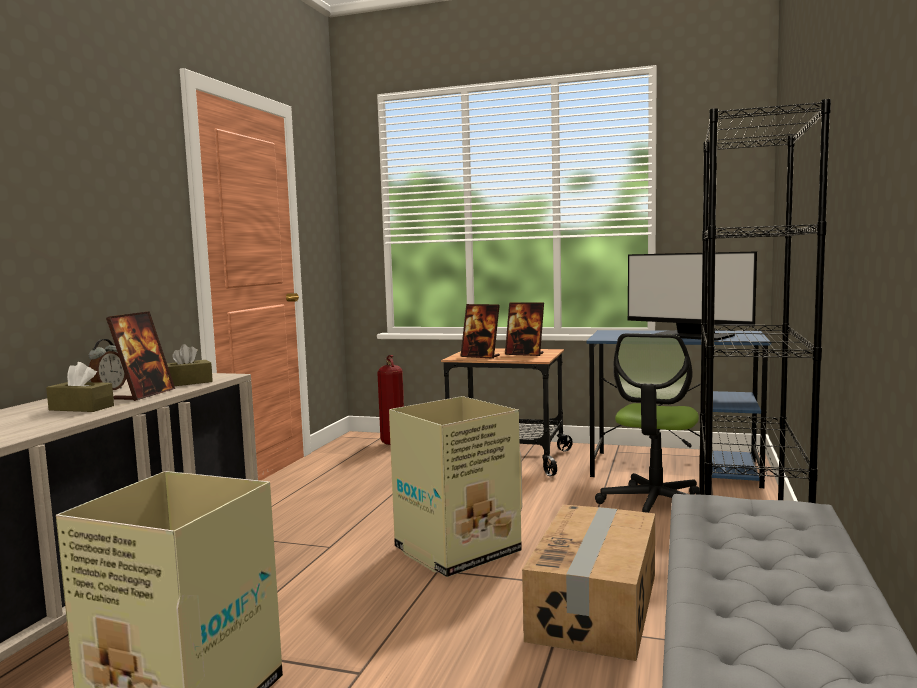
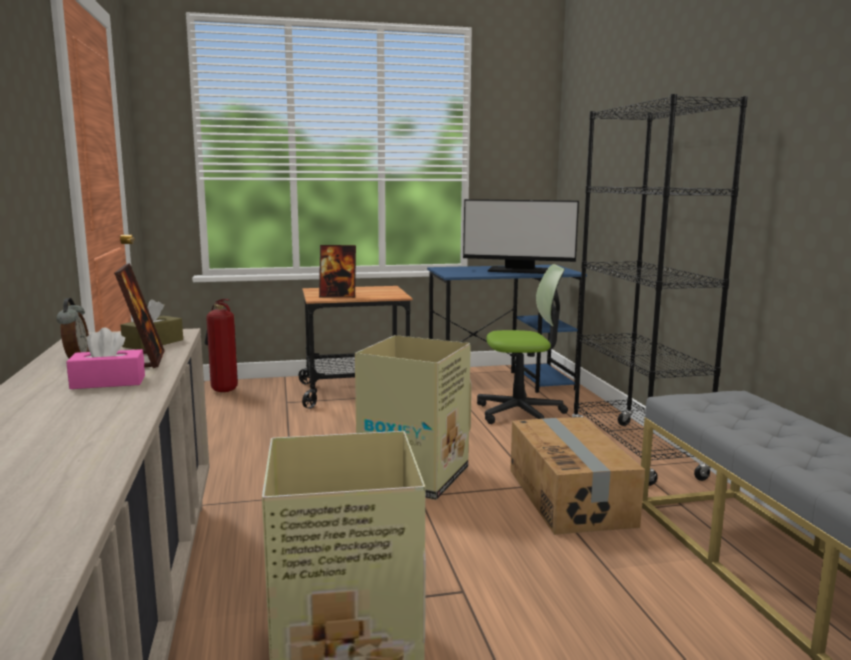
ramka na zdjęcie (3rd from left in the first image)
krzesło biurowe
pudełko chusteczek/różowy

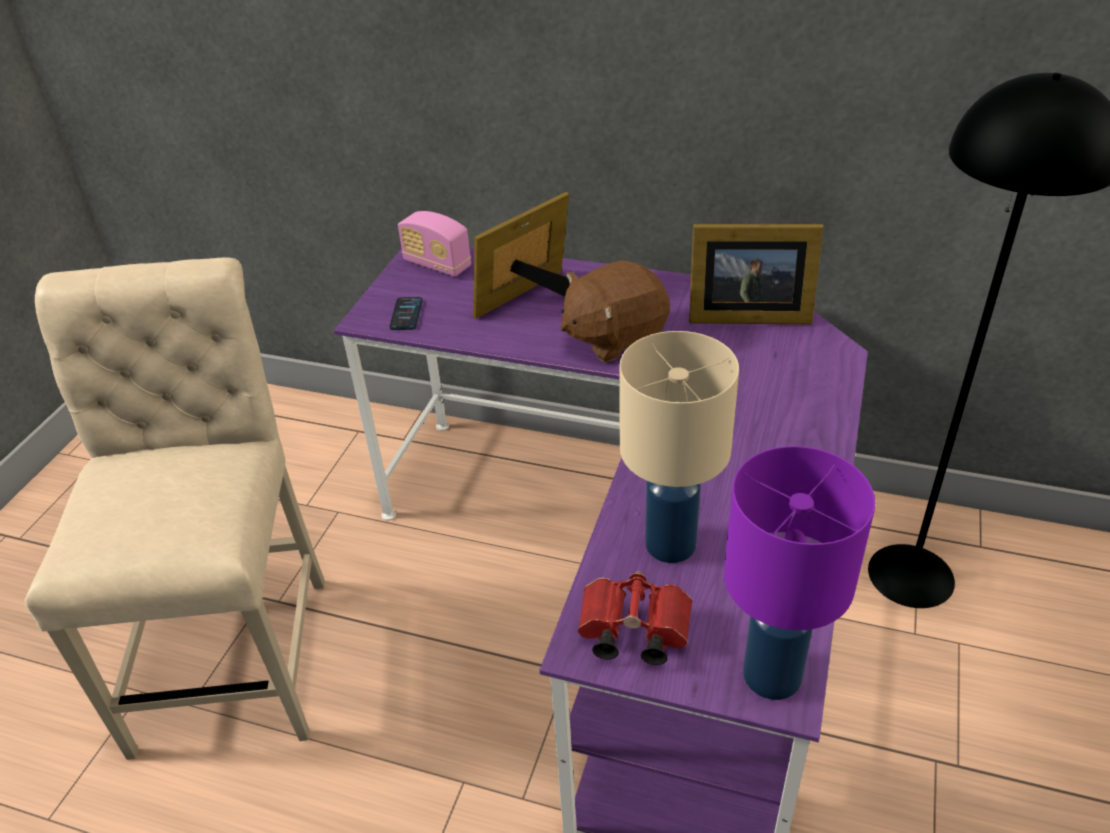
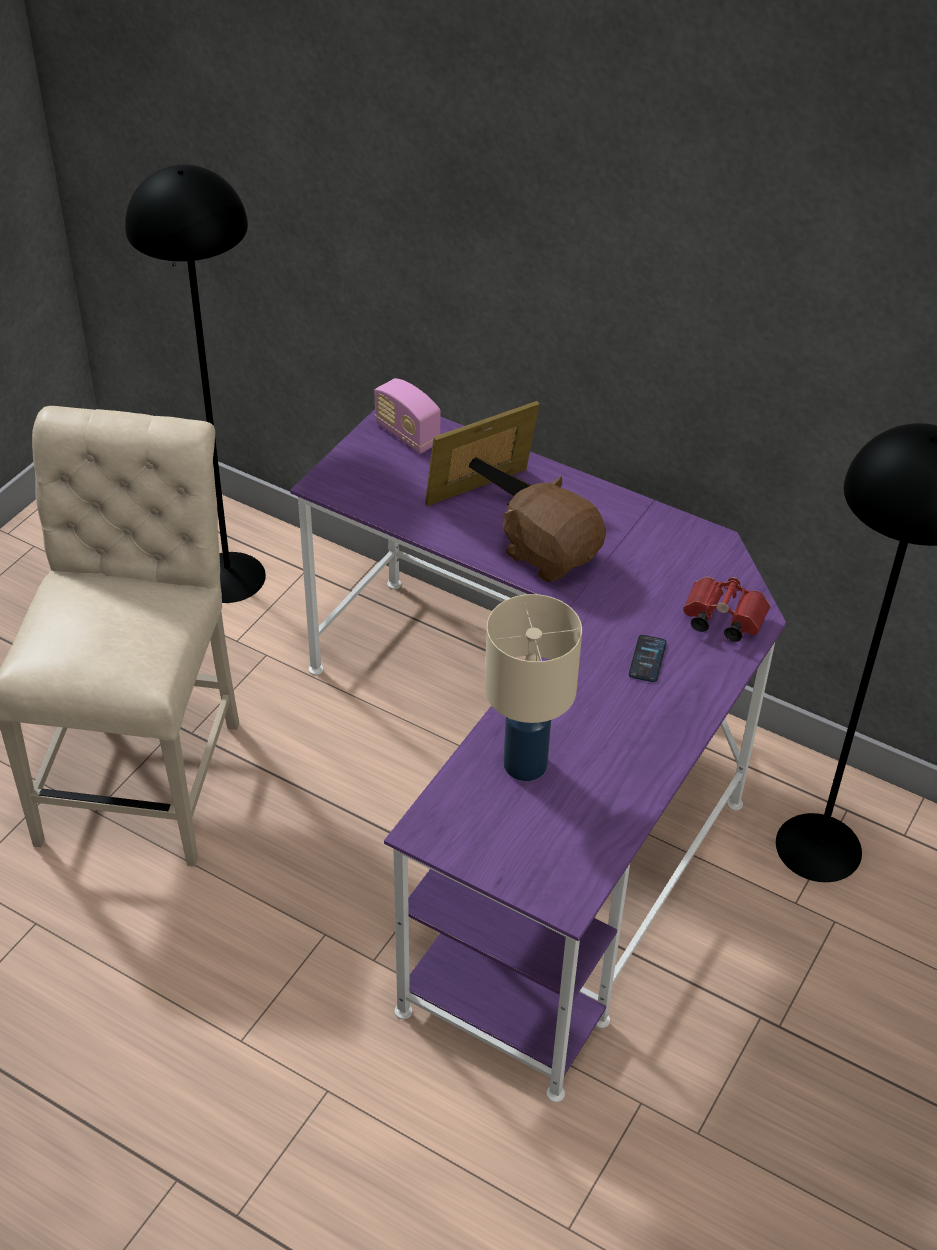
ramka na zdjęcie (2nd from left in the first image)
pluszak/brązowy
telefon
lampa stołowa/fioletowy
lornetka/czerwony
lampa stojąca/czarny (1st from left)

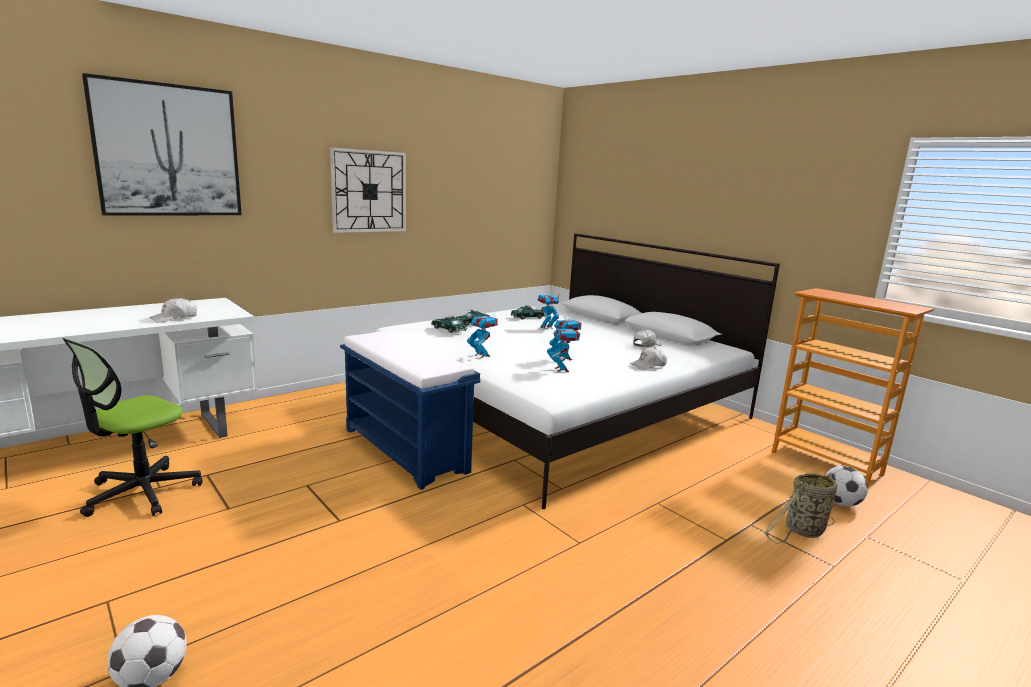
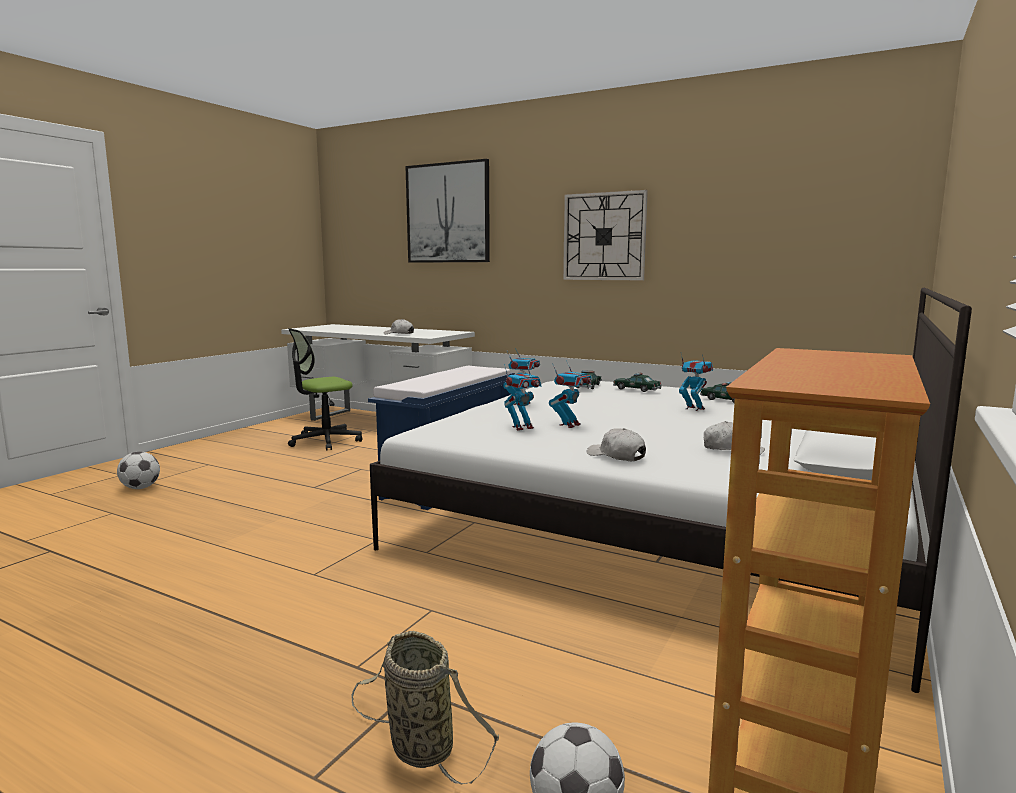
krzesło biurowe

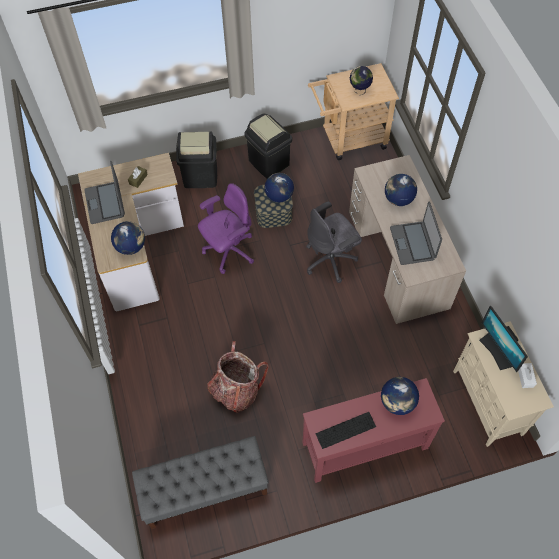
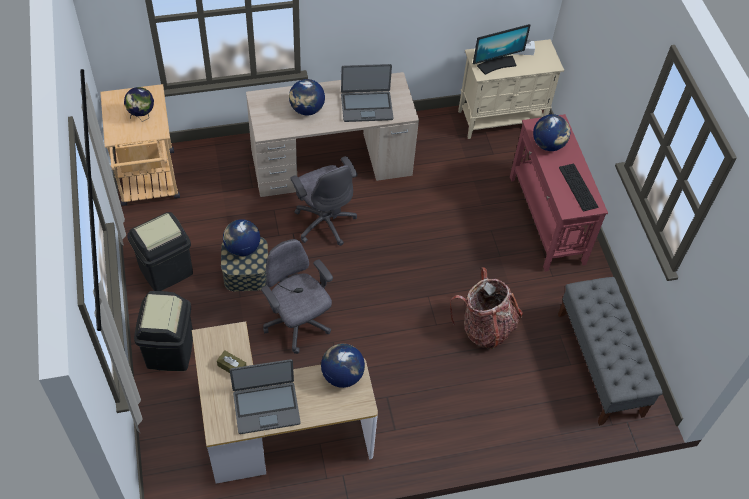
krzesło biurowe/szary (1st from left)

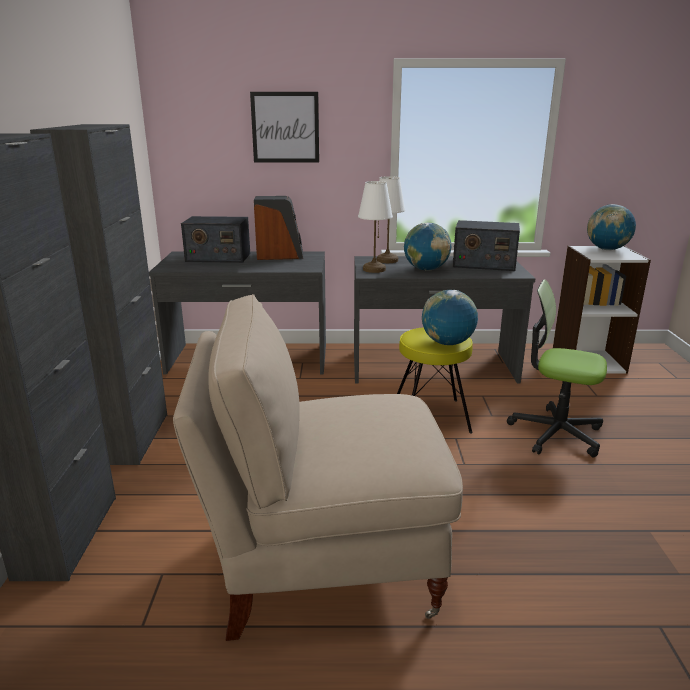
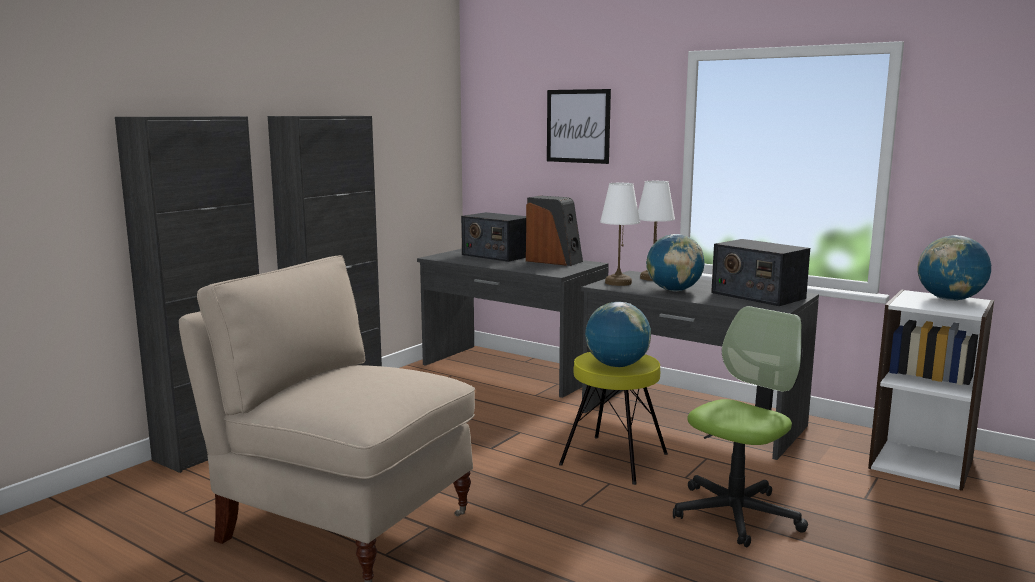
krzesło biurowe

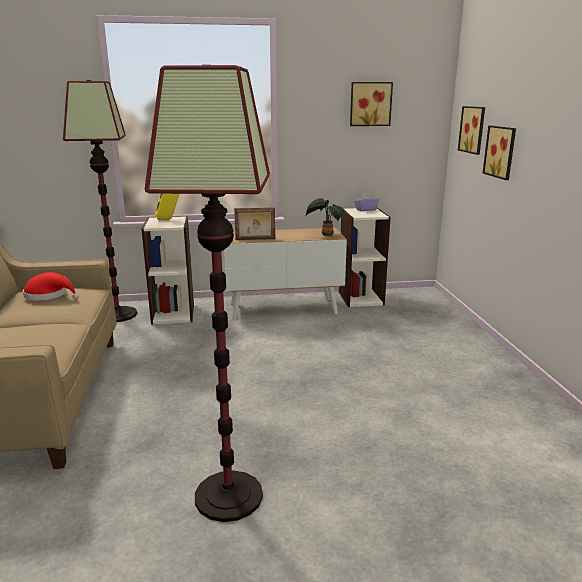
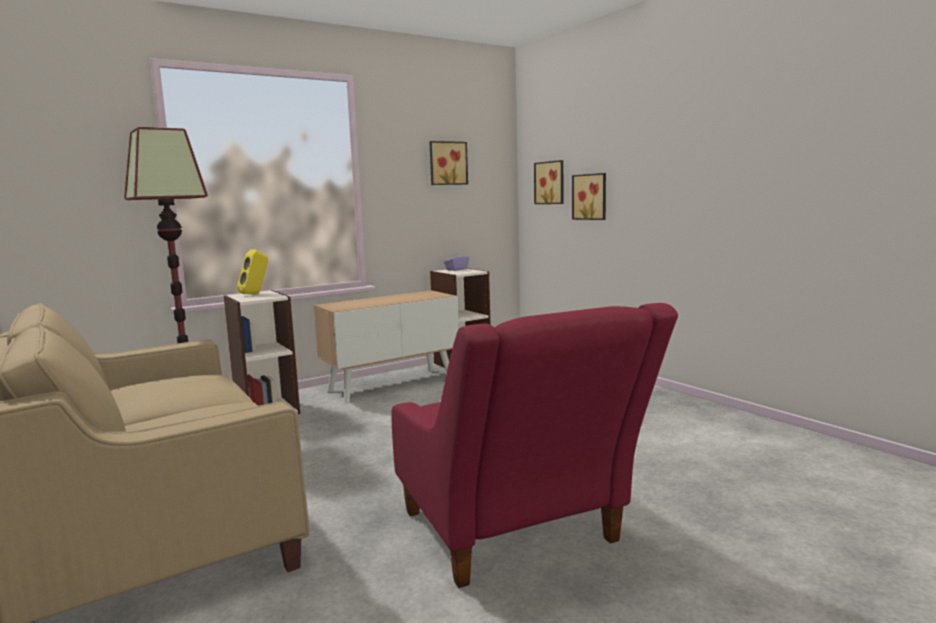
fotel/czerwony
roślina doniczkowa
ramka na zdjęcie
kapelusz/czerwony

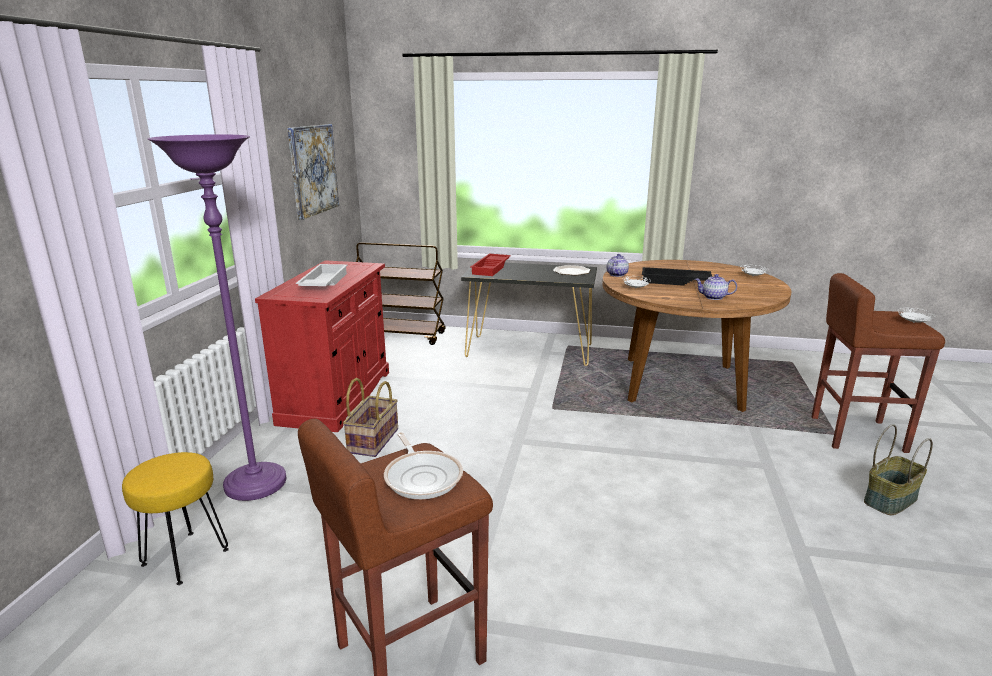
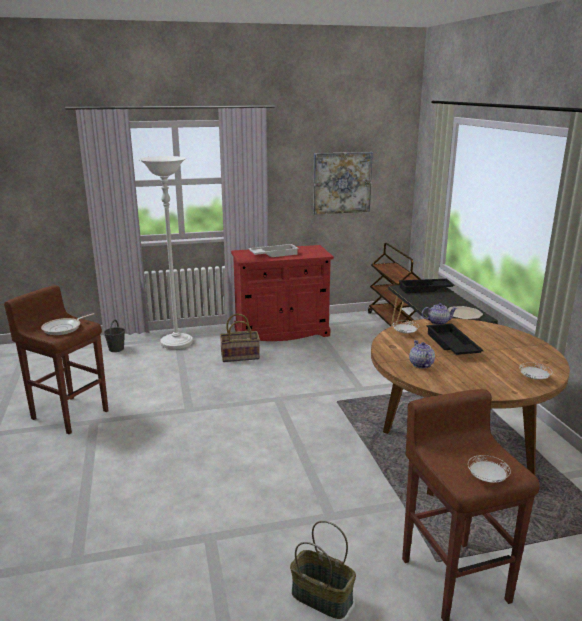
lampa stojąca/biały
taca/czarny (1st from left)
wiadro/szary

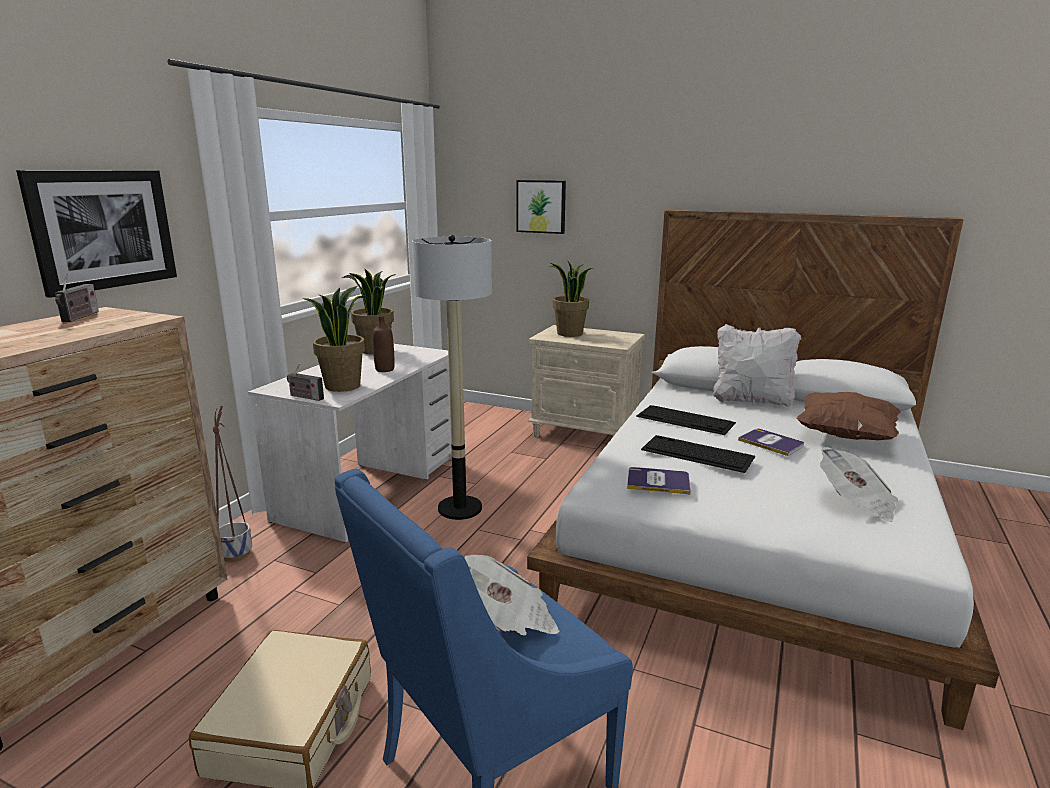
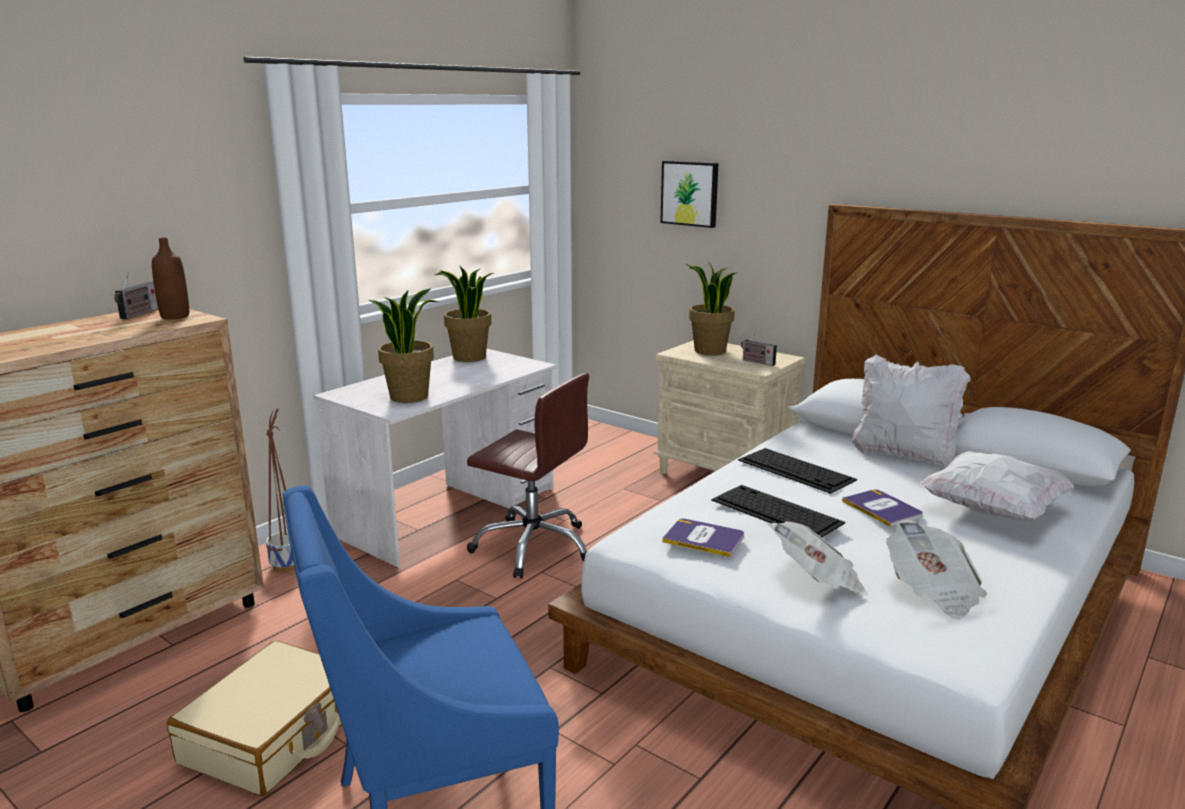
obraz (1st from left in the first image)
krzesło biurowe/brązowy
butelka/brązowy
radio (2nd from left)
poduszka/biały (2nd from left)
gazeta (1st from left)

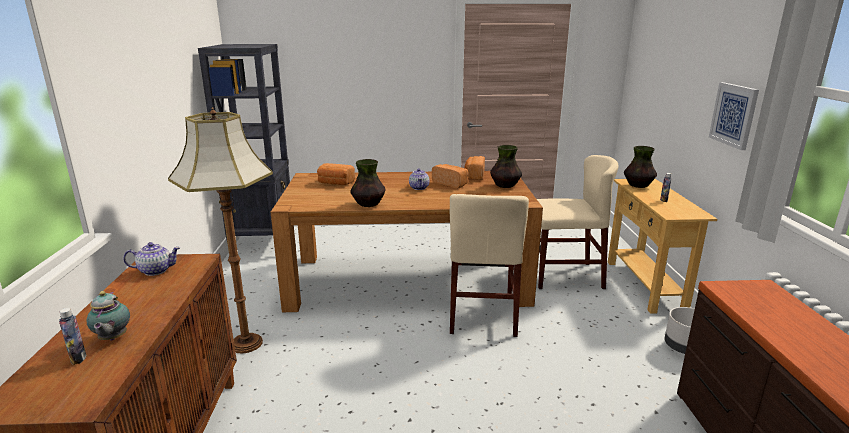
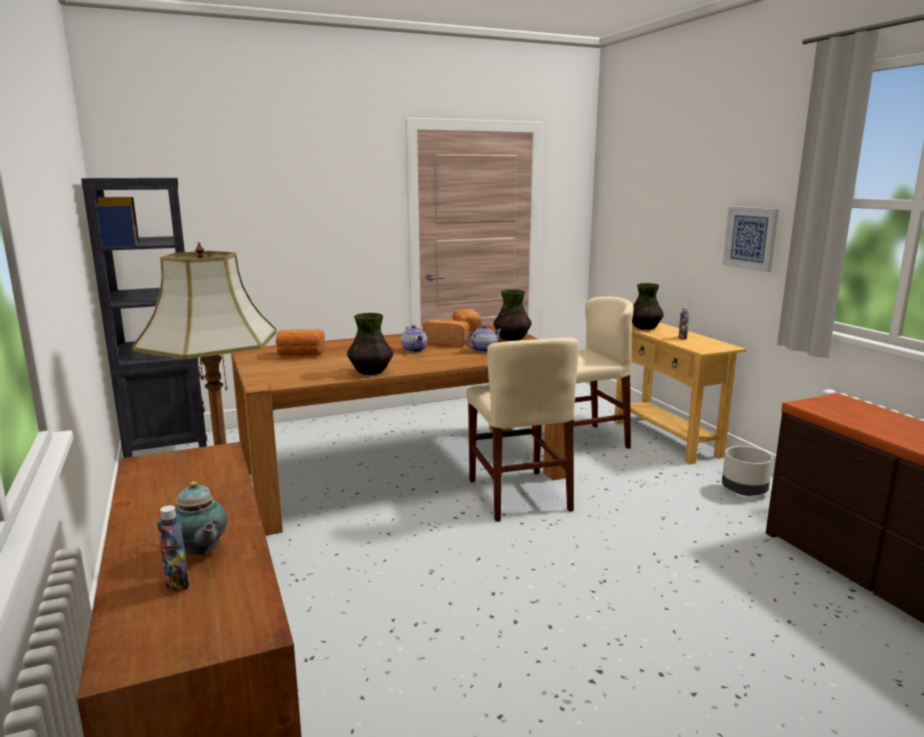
imbryk (3rd from left)

